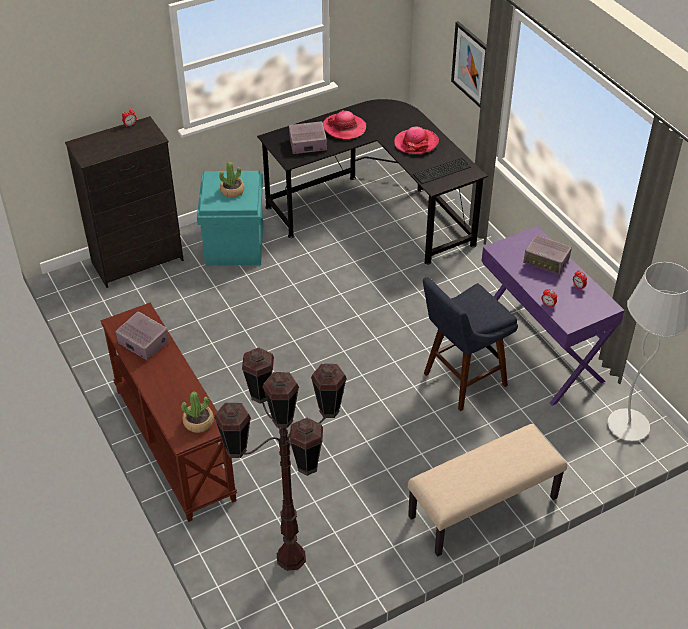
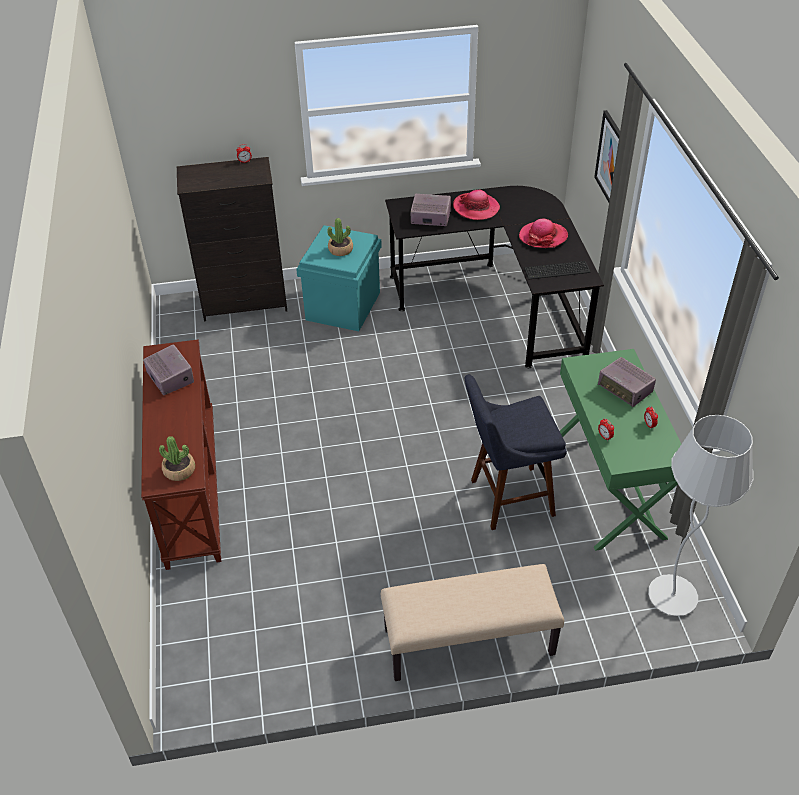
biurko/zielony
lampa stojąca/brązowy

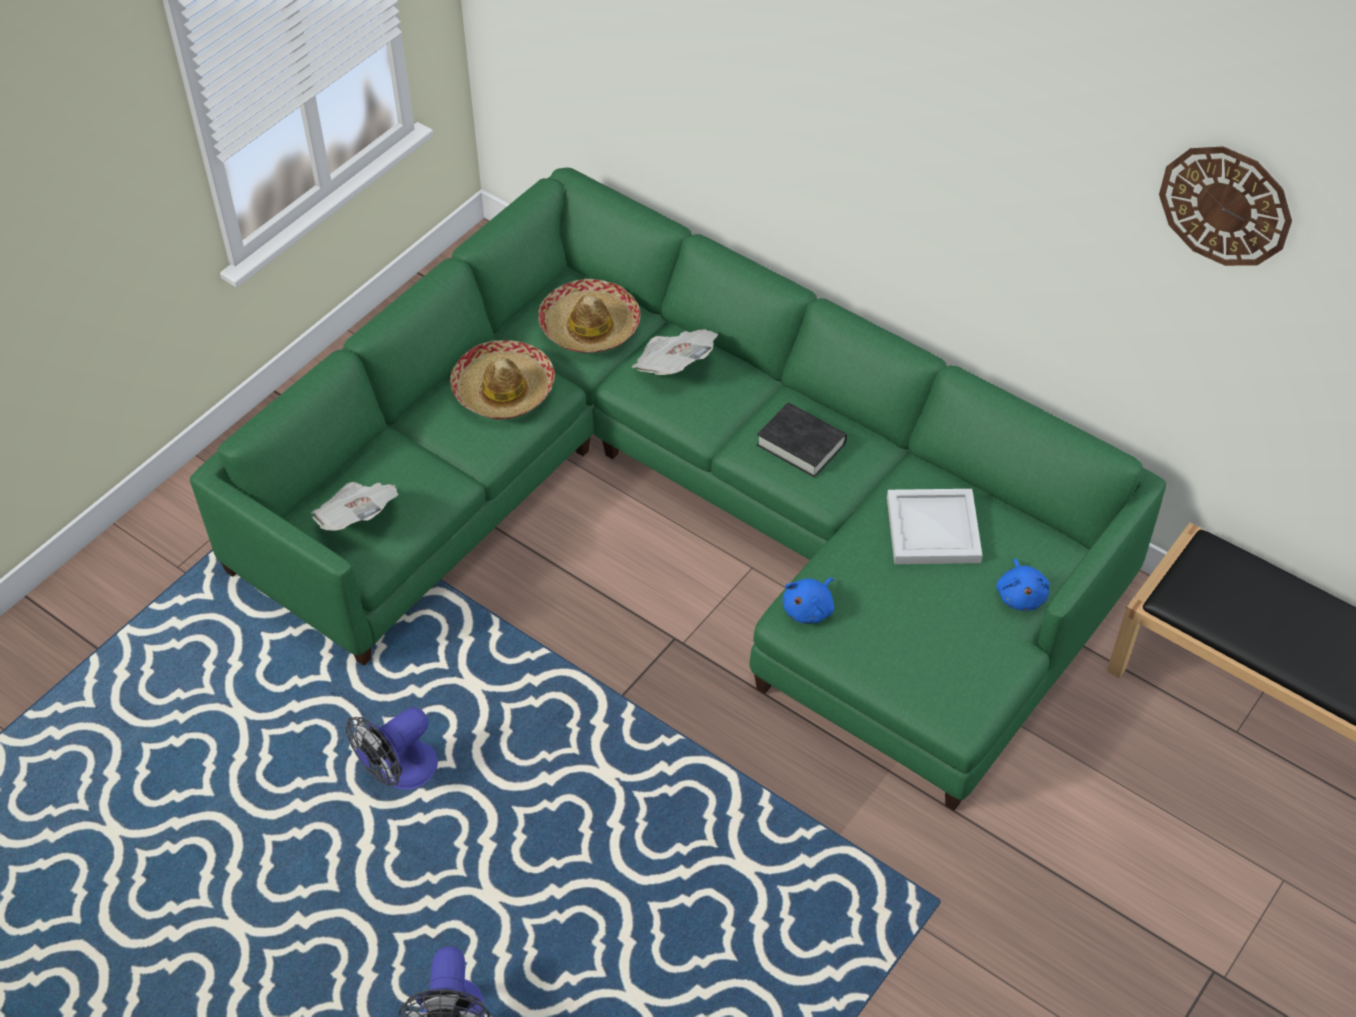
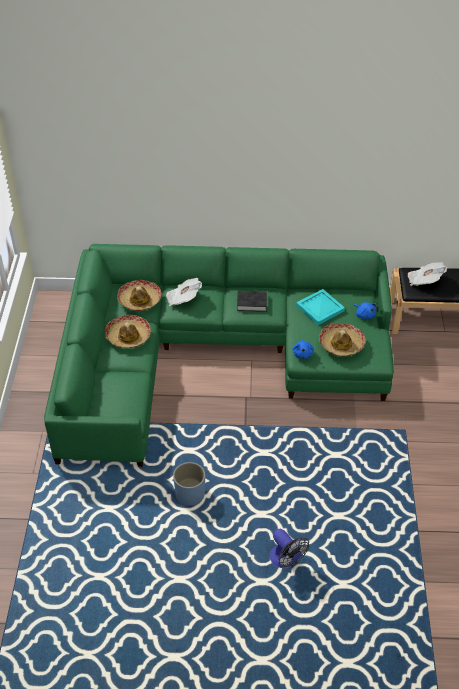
zegar ścienny
gazeta (2nd from left)
taca/turkusowy
donica/niebieski
kapelusz (3rd from left)

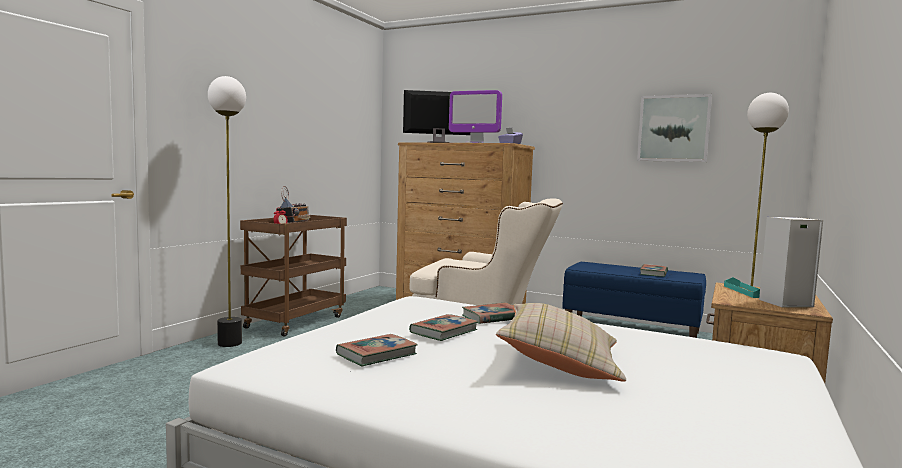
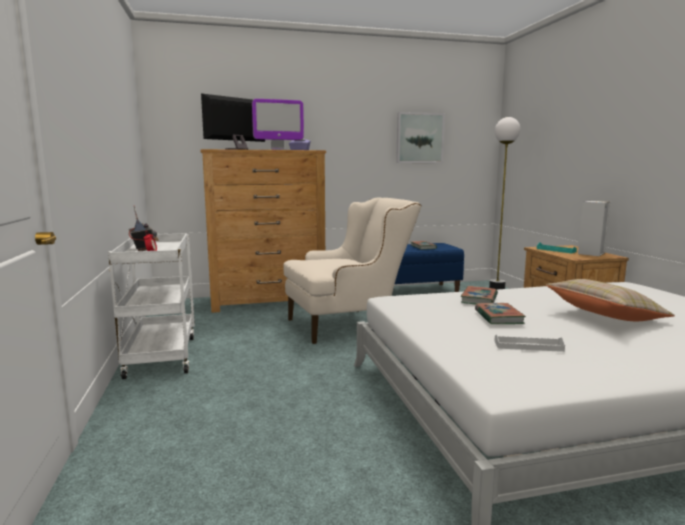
lampa stojąca (1st from left in the first image)
wózek/biały
taca/biały

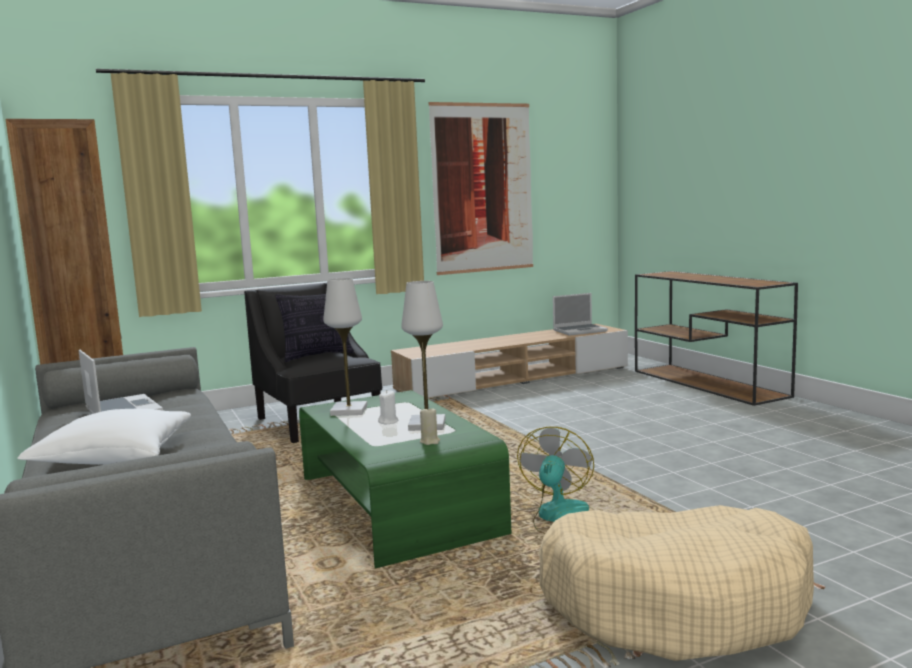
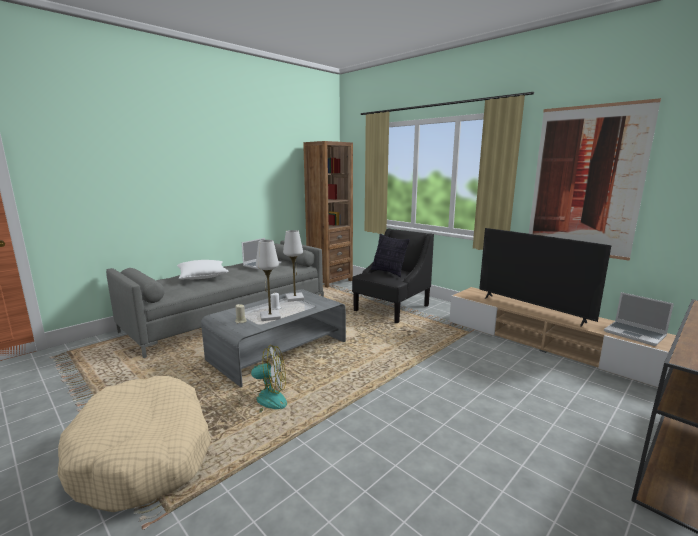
ława/szary
telewizor

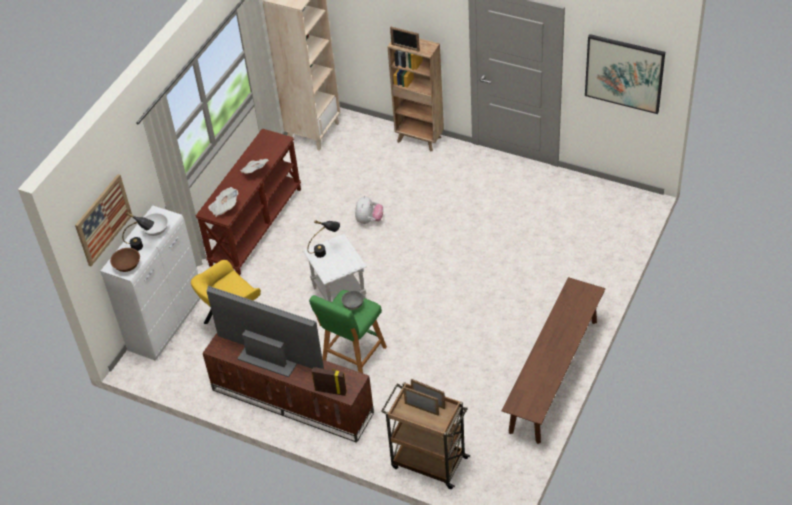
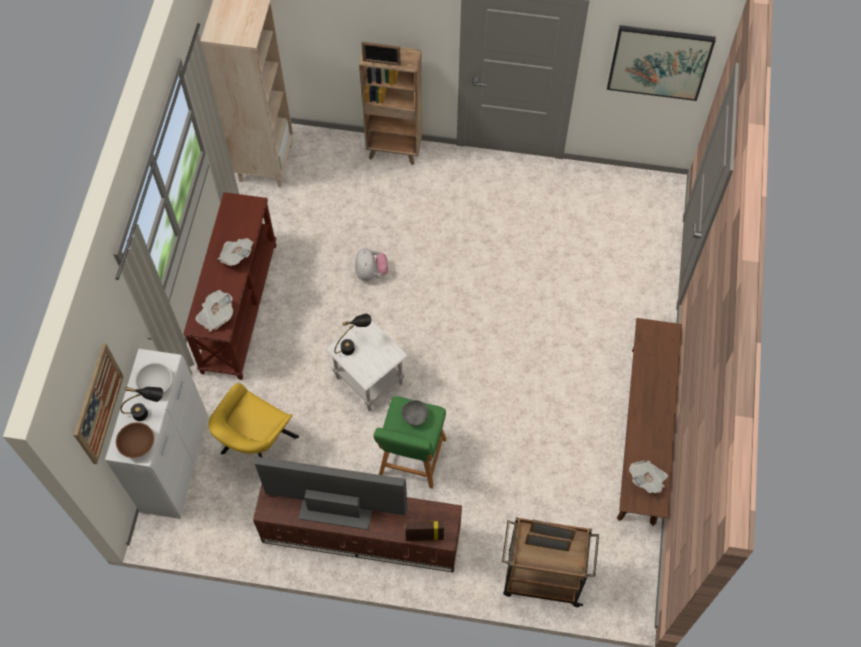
gazeta (3rd from left)

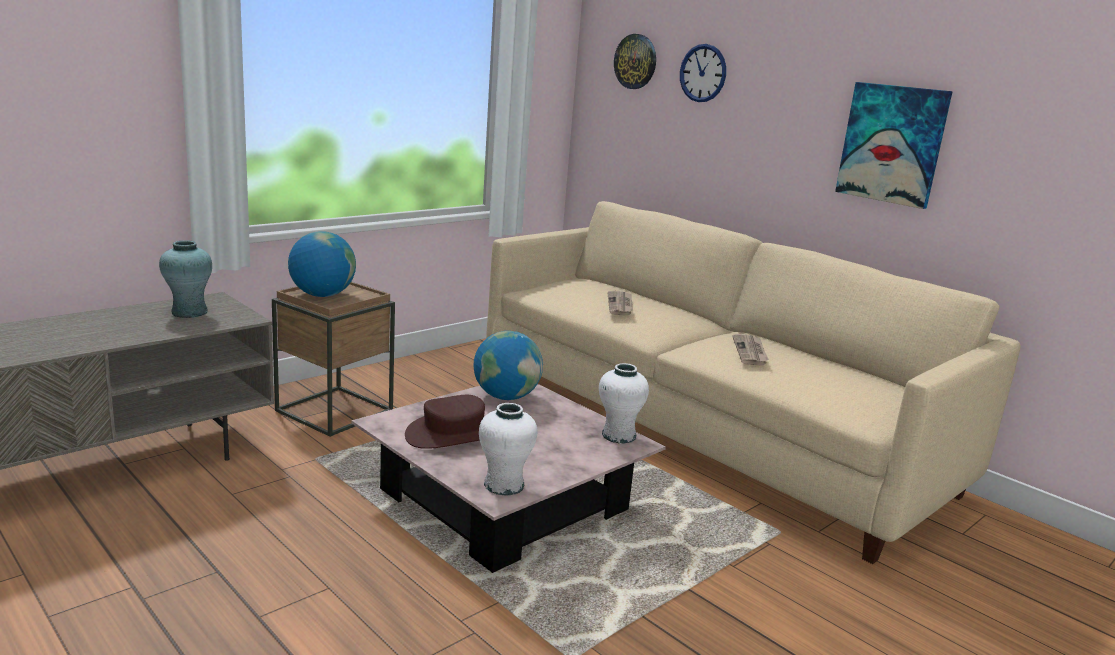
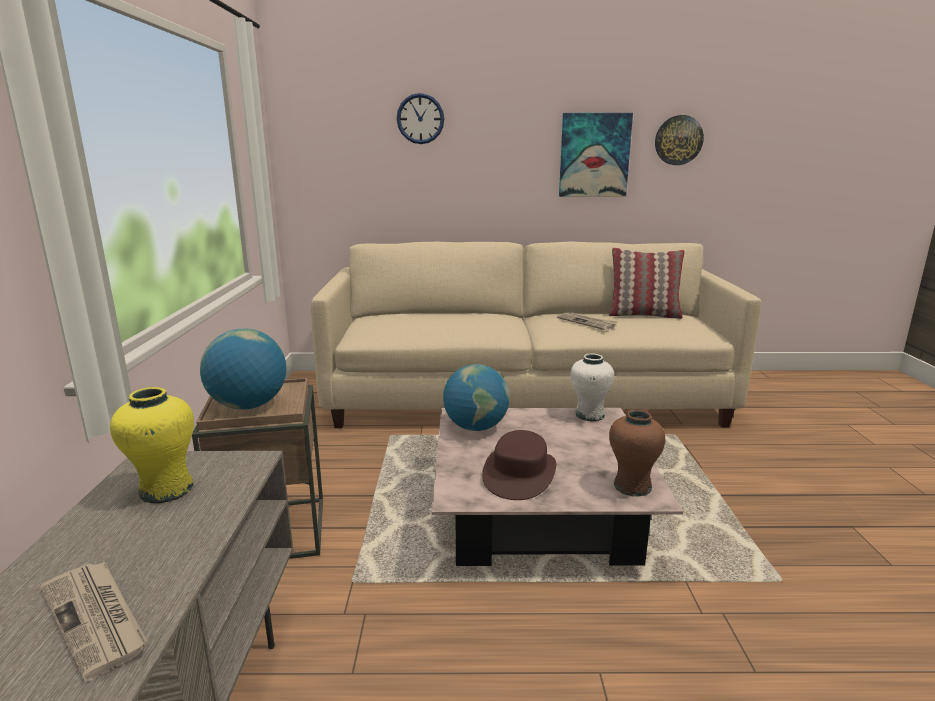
zegar ścienny (2nd from left)
wazon/żółty
gazeta (1st from left)
wazon/brązowy
poduszka

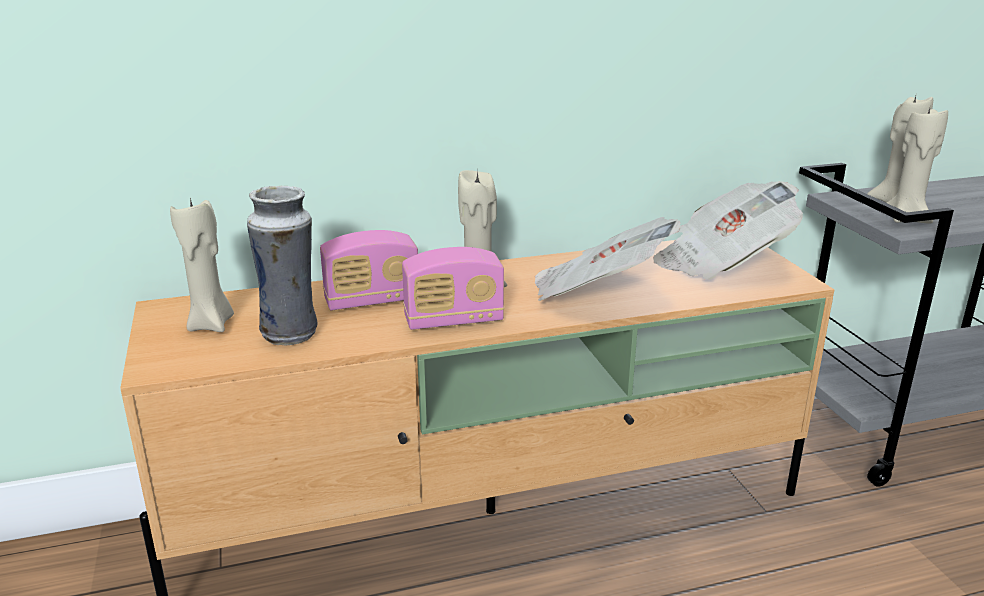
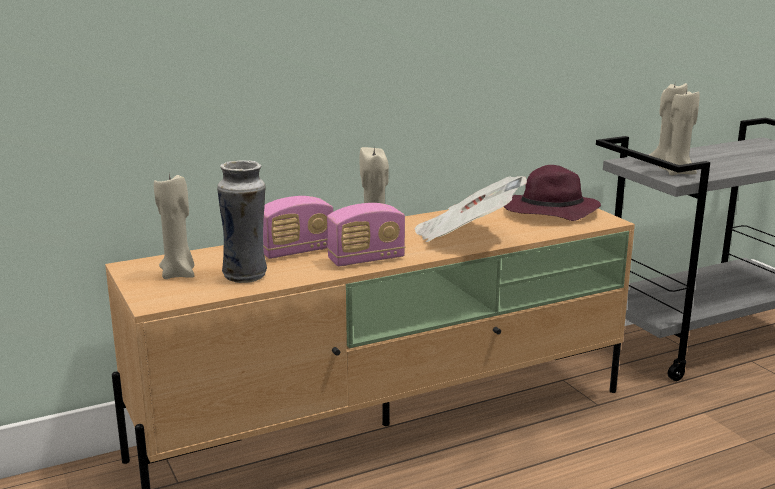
kapelusz/fioletowy

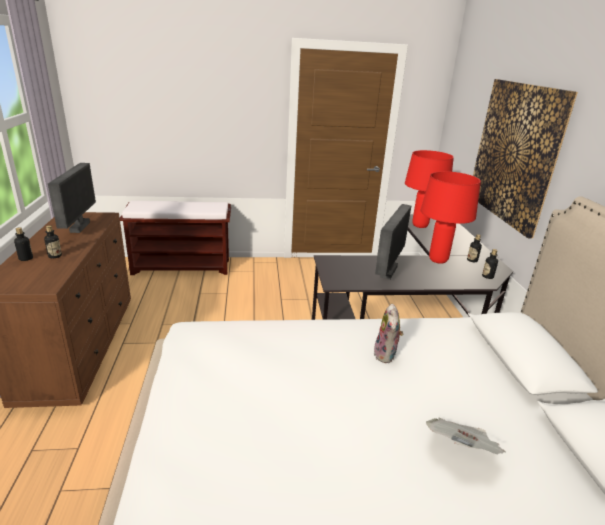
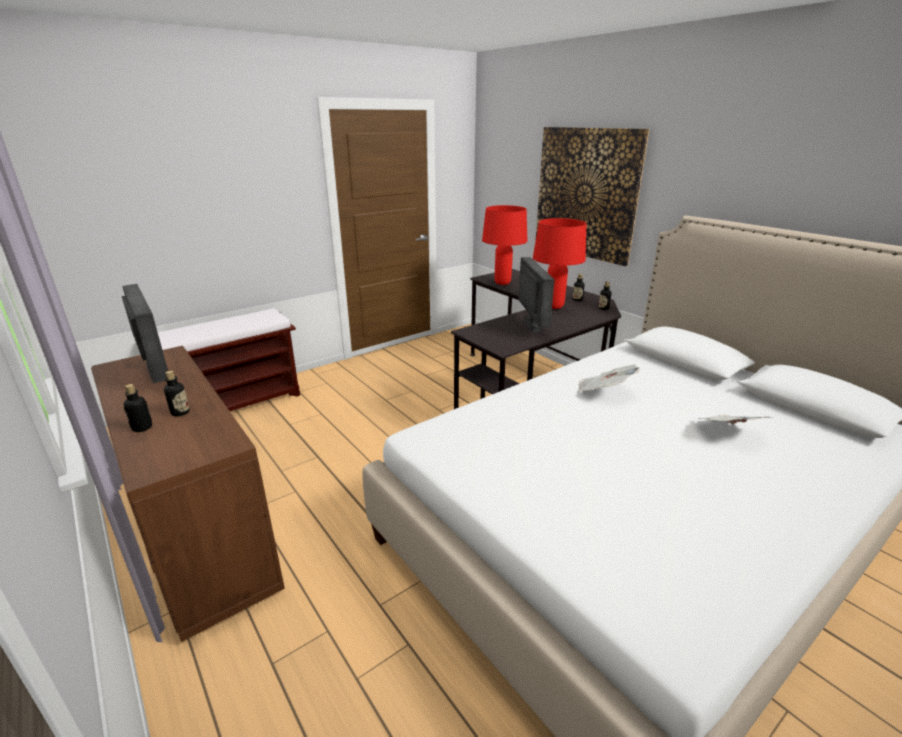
gazeta (1st from left)

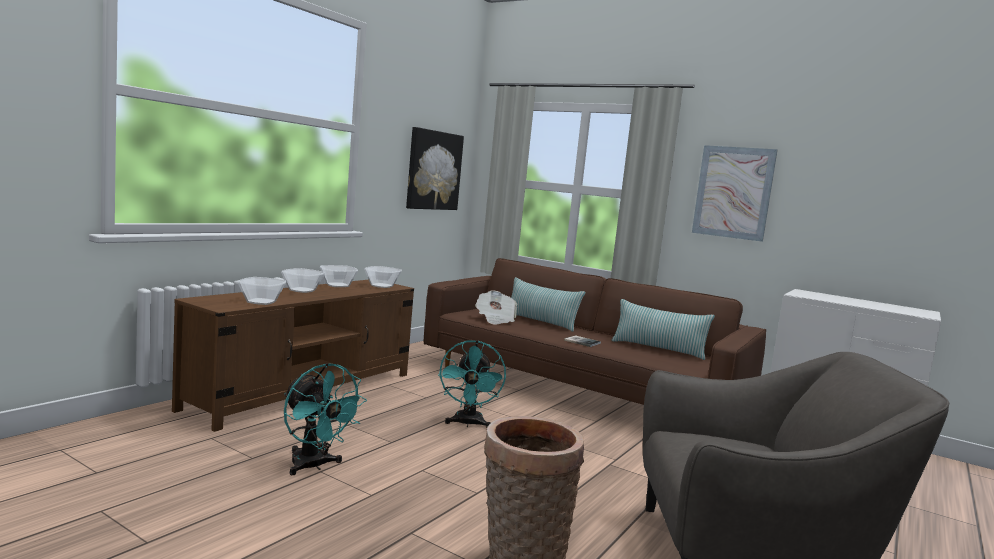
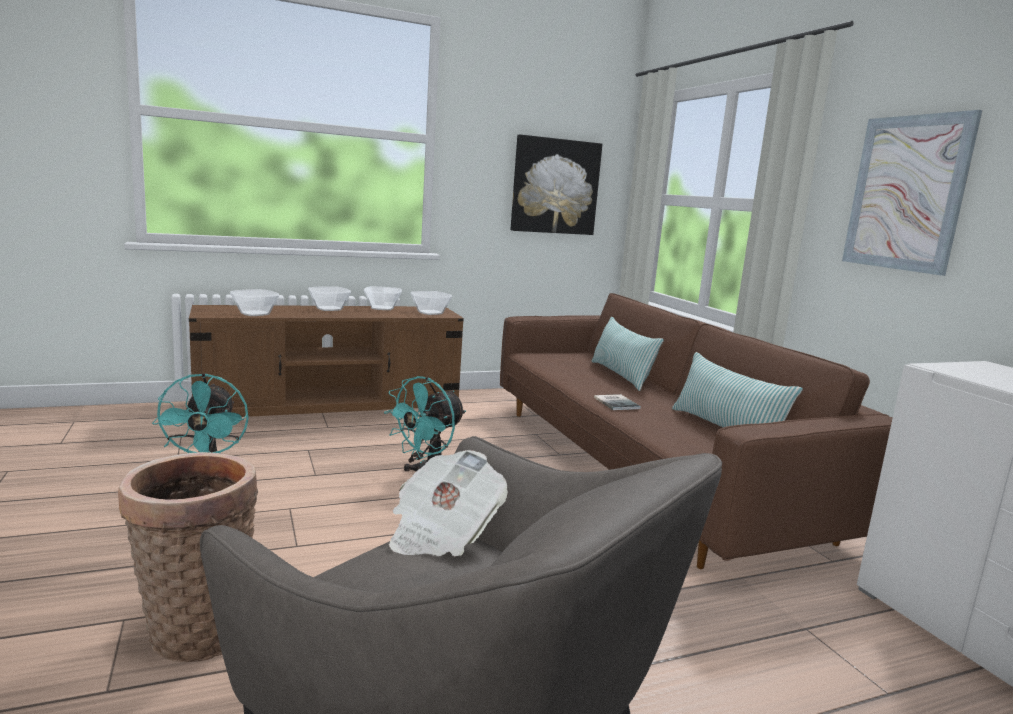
gazeta

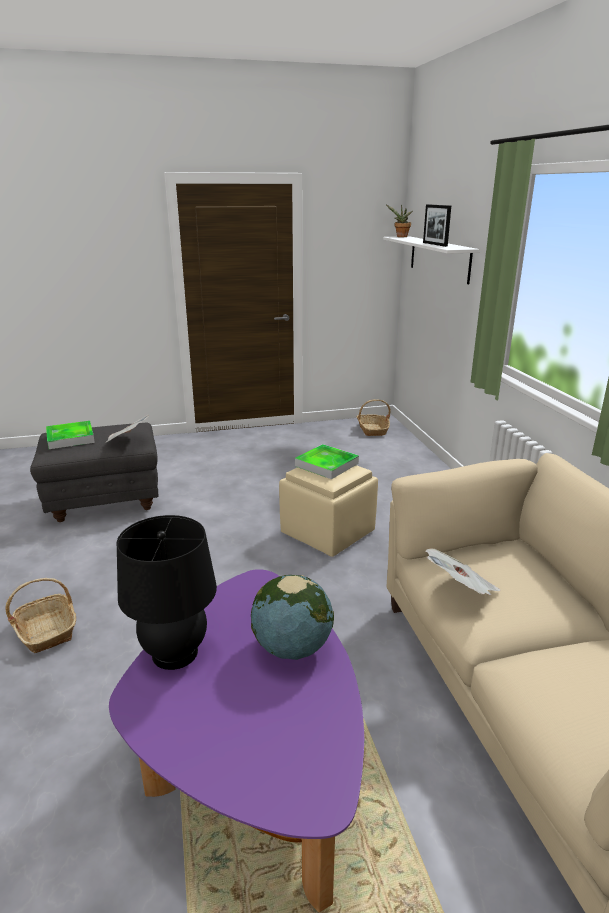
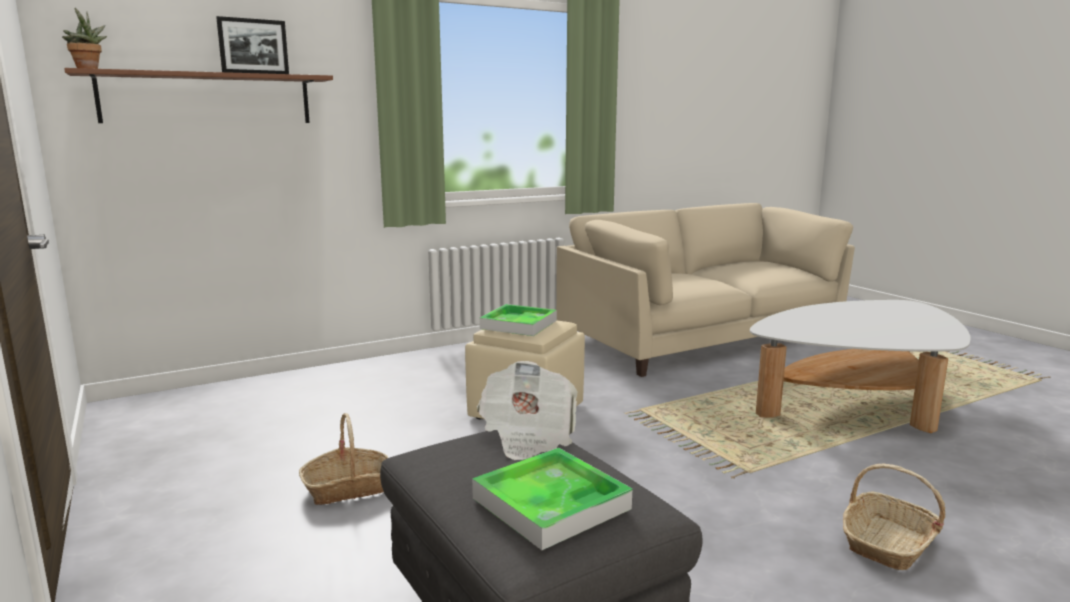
półka/brązowy
koszyk (1st from left)
lampa stołowa/czarny
gazeta (2nd from left in the first image)
ława/biały
globus

